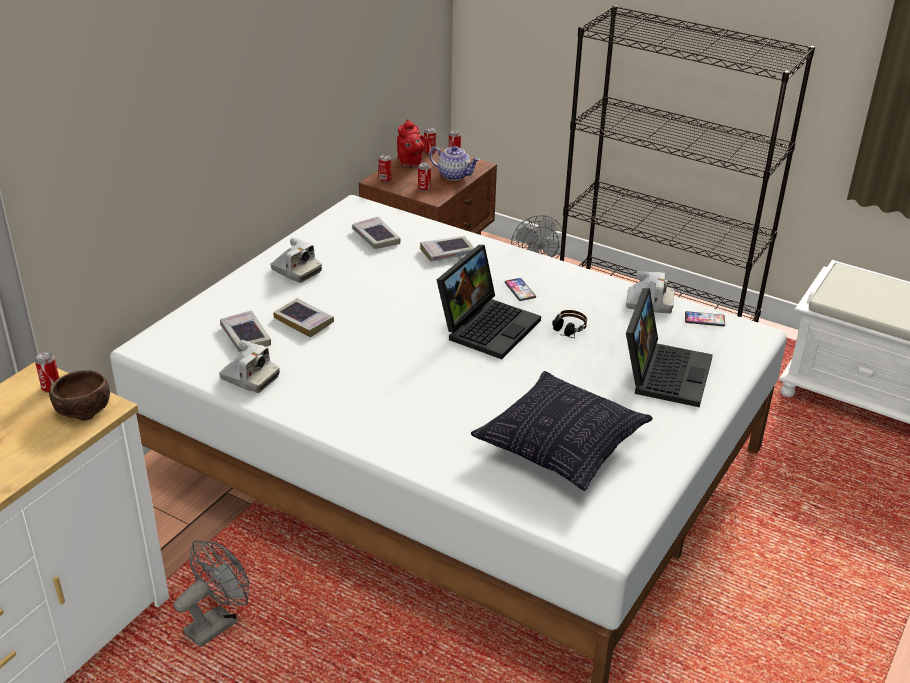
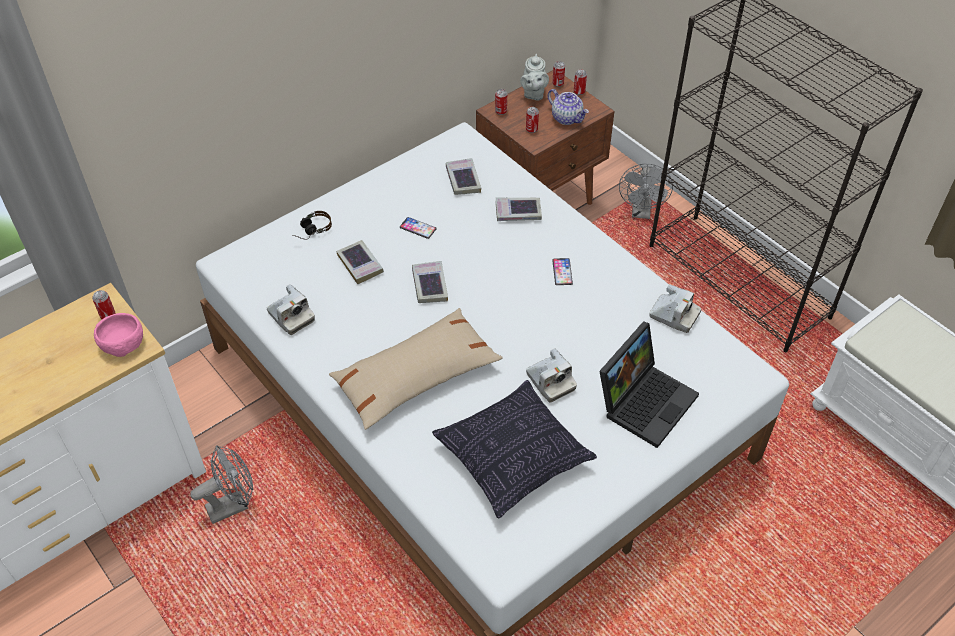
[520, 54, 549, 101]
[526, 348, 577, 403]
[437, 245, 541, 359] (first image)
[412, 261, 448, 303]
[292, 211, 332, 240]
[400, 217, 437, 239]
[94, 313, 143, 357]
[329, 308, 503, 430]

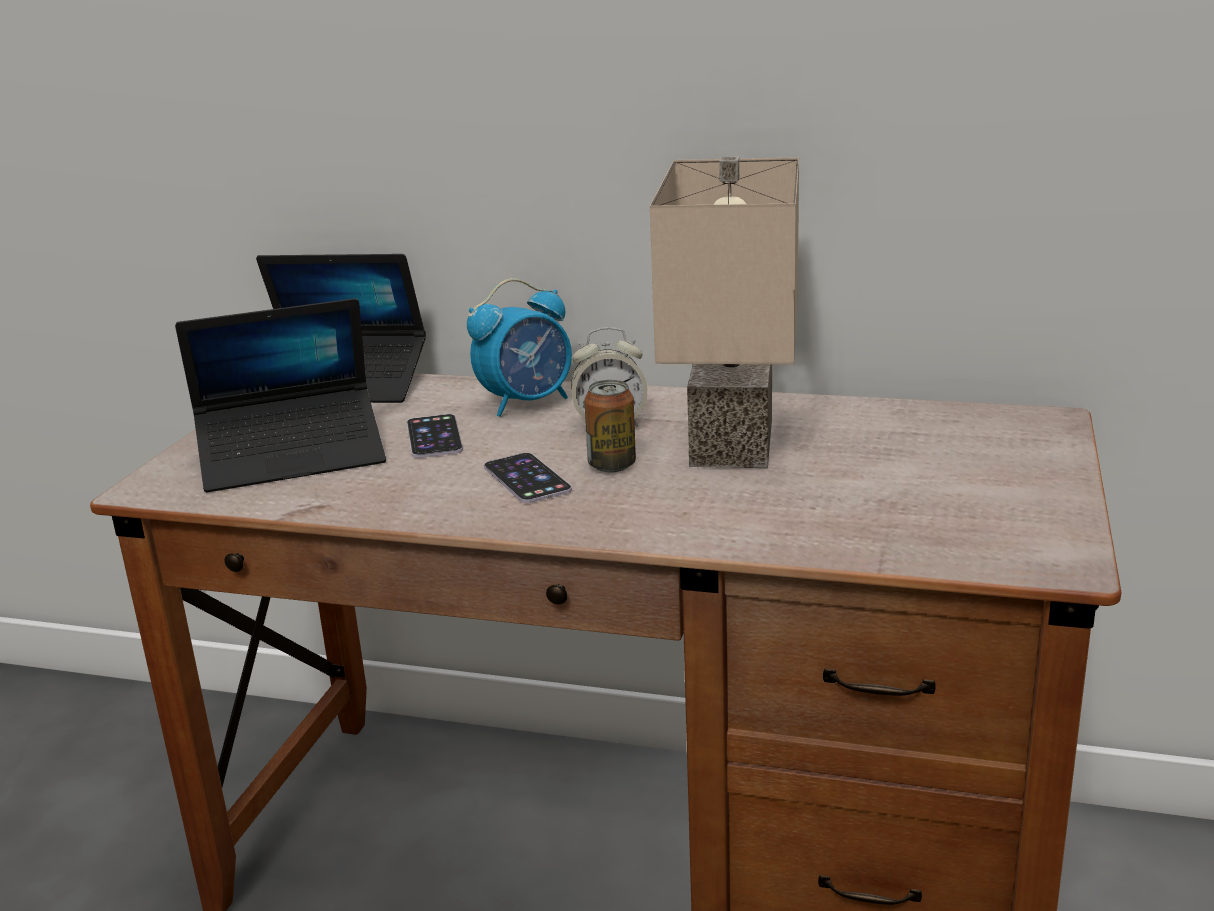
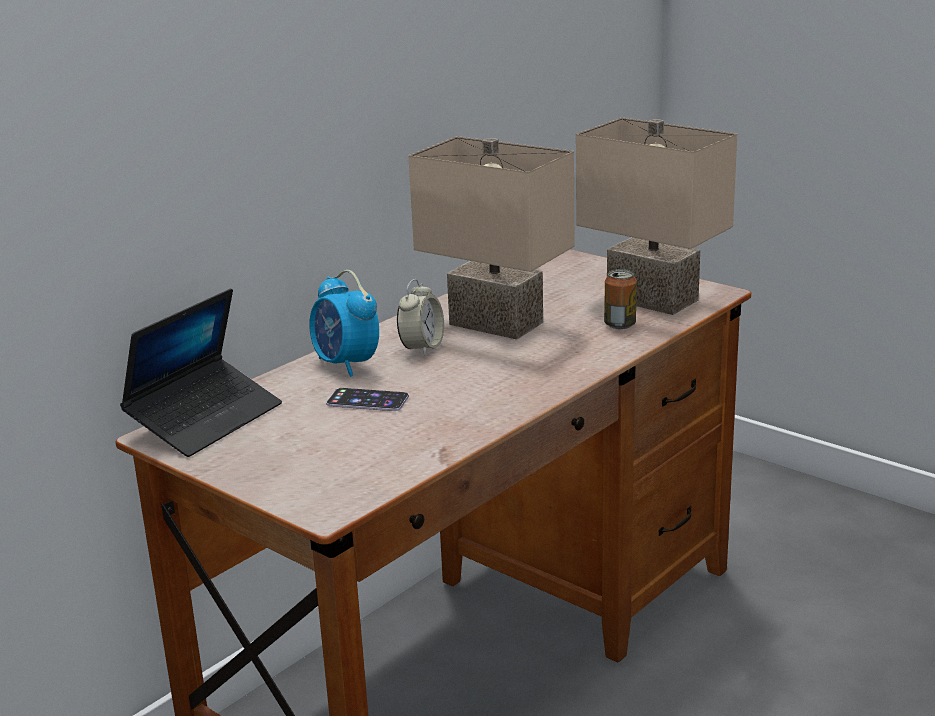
[309, 270, 379, 377]
[175, 298, 386, 492] (first image)
[604, 269, 637, 329]
[484, 453, 572, 503] (first image)
[576, 117, 737, 315]

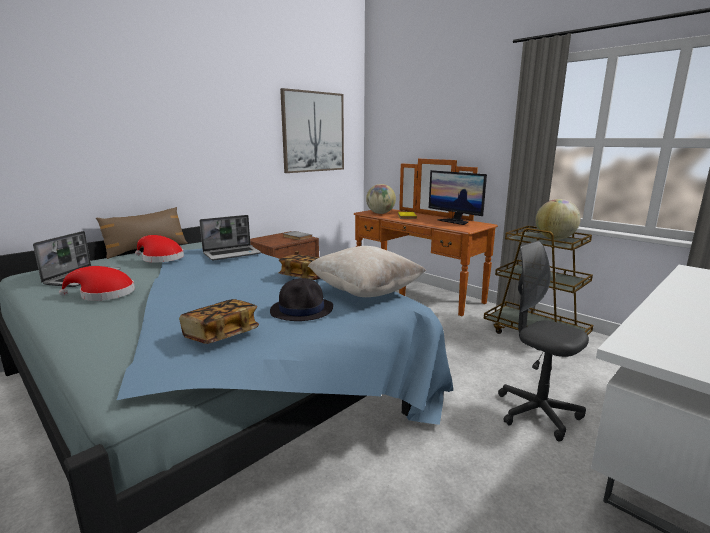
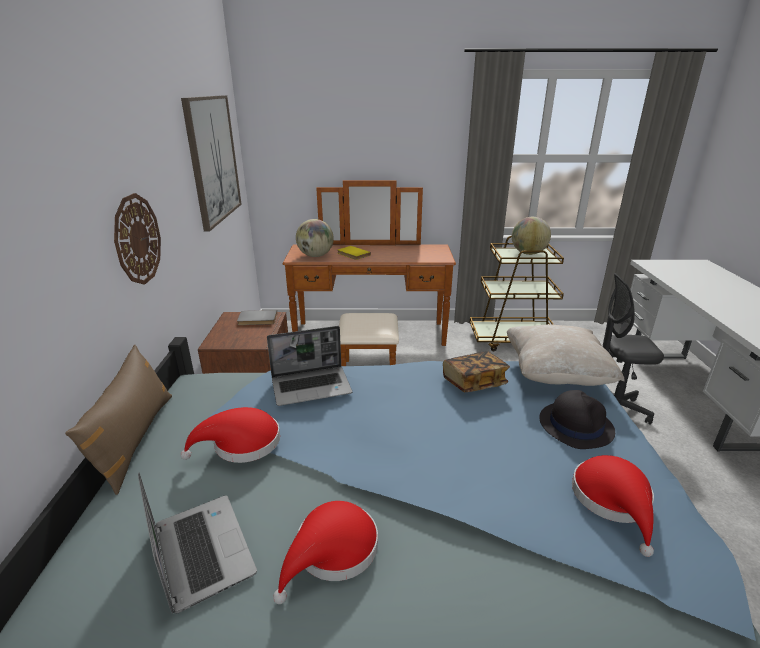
[429, 170, 487, 225] (first image)
[267, 326, 352, 406]
[572, 455, 654, 557]
[114, 193, 161, 285]

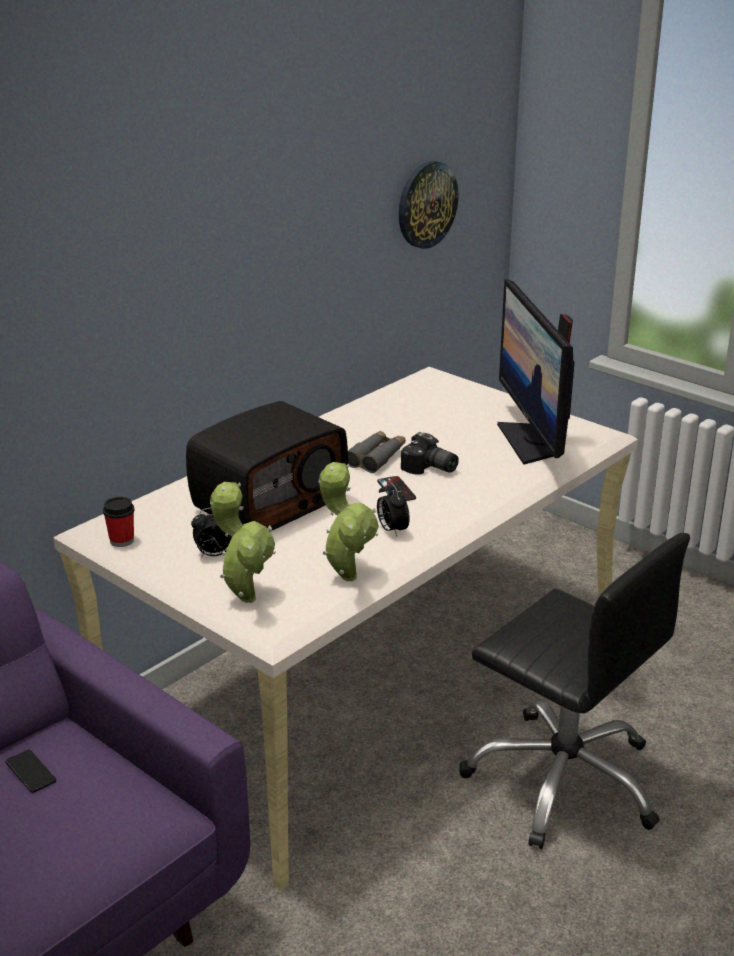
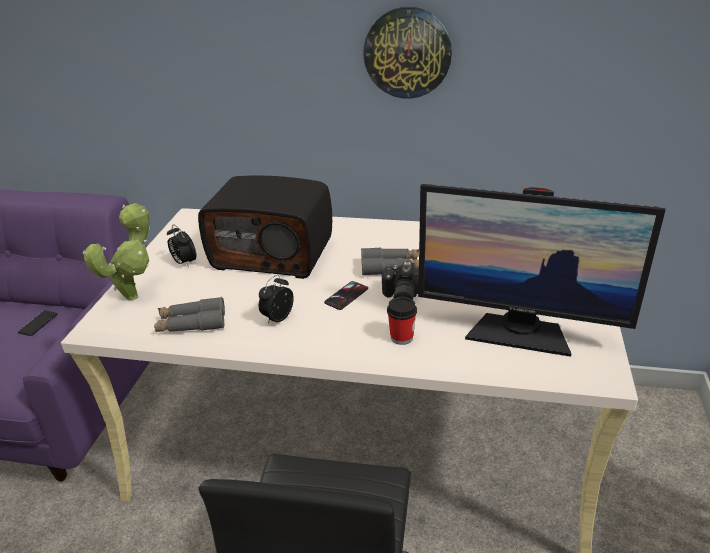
[363, 7, 452, 99]
[418, 184, 665, 357]
[154, 297, 225, 332]
[387, 297, 417, 345]

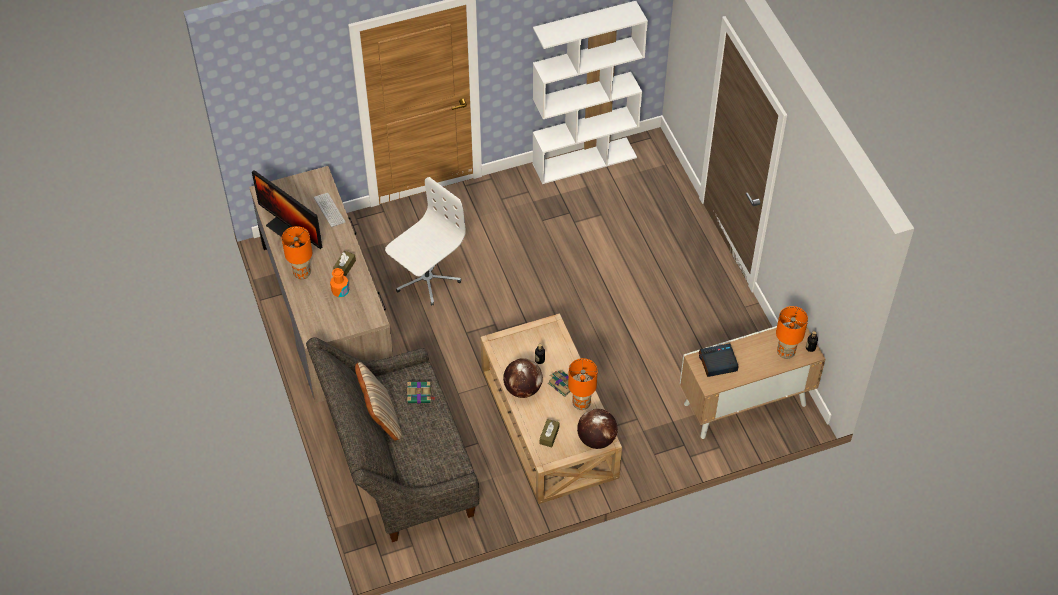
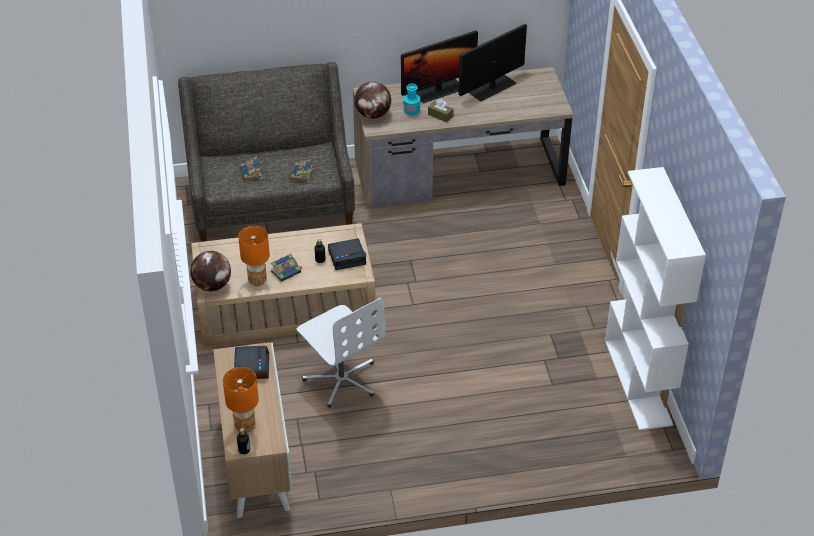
[297, 298, 386, 408]
[314, 193, 346, 227] (first image)
[401, 30, 478, 103]
[404, 83, 420, 116]
[354, 81, 391, 119]
[355, 362, 402, 441] (first image)
[540, 419, 559, 447] (first image)
[241, 156, 263, 183]
[328, 238, 366, 270]

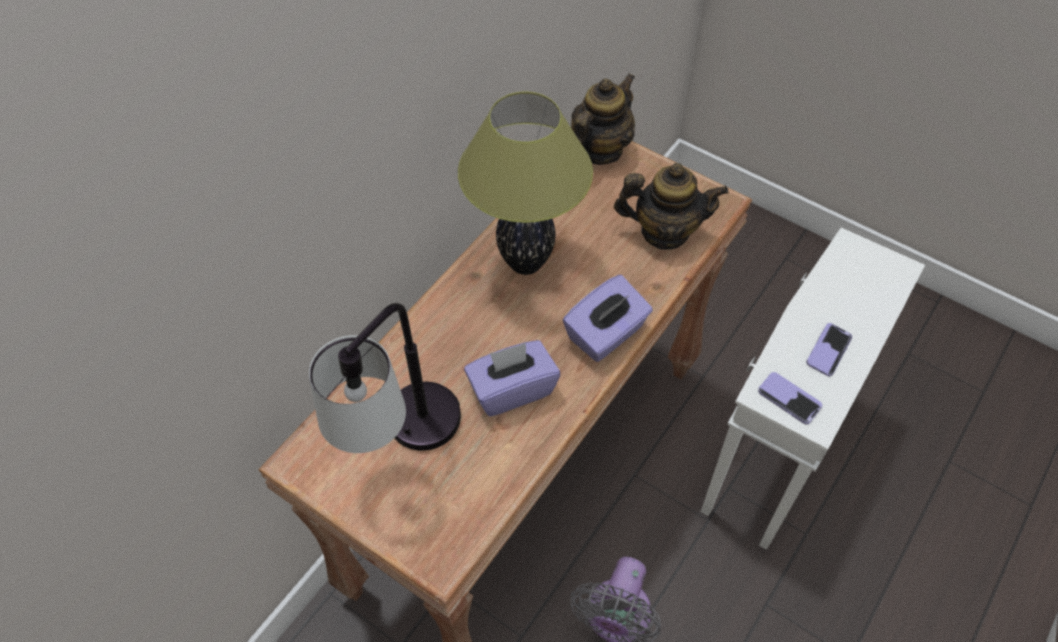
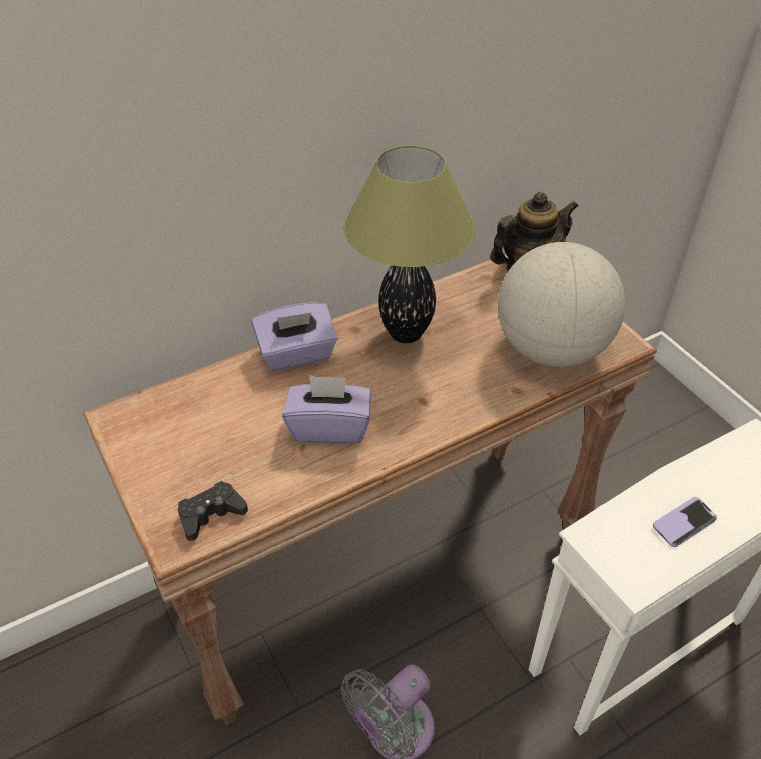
[498, 242, 625, 367]
[251, 302, 338, 371]
[309, 303, 461, 453] (first image)
[758, 372, 822, 424] (first image)
[178, 481, 248, 541]

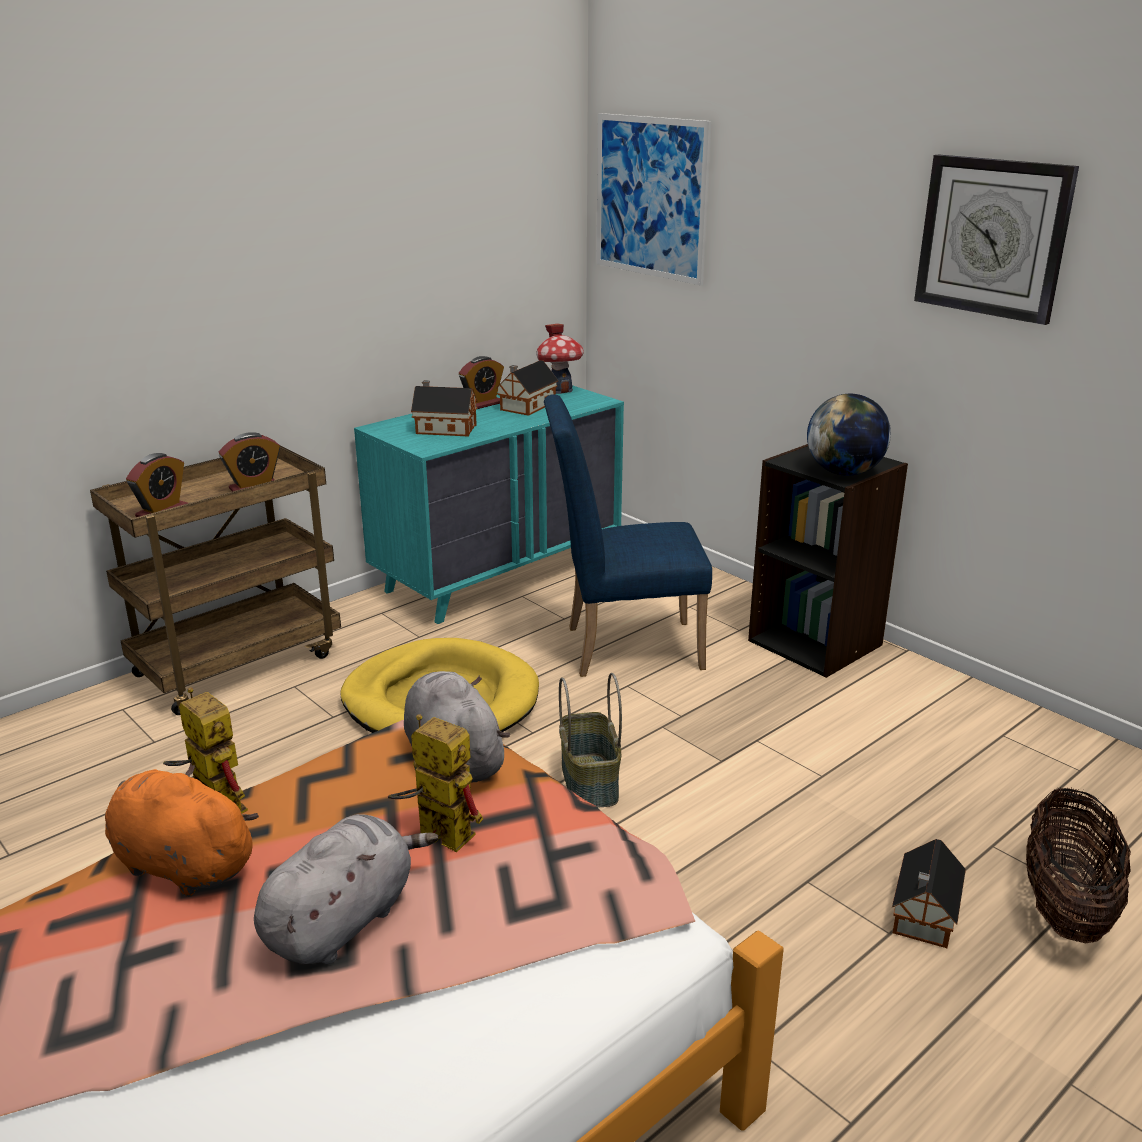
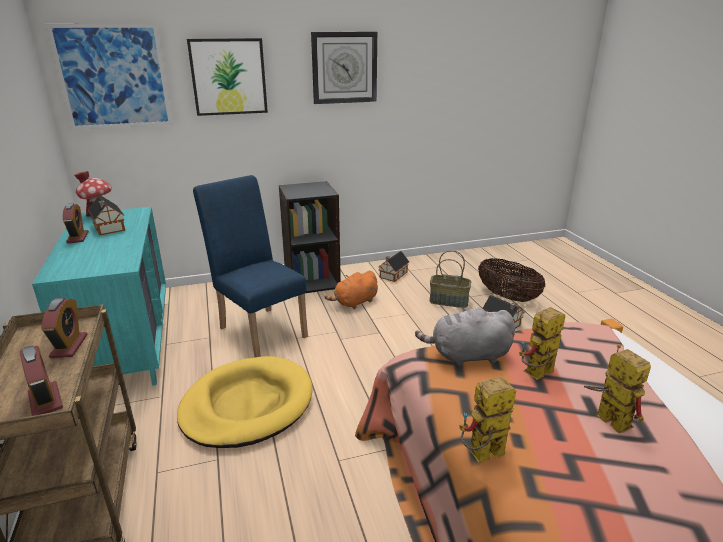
[379, 251, 409, 282]
[193, 175, 308, 357]
[807, 394, 891, 476] (first image)
[429, 250, 471, 308]
[325, 270, 378, 309]
[584, 344, 651, 434]
[187, 38, 268, 116]

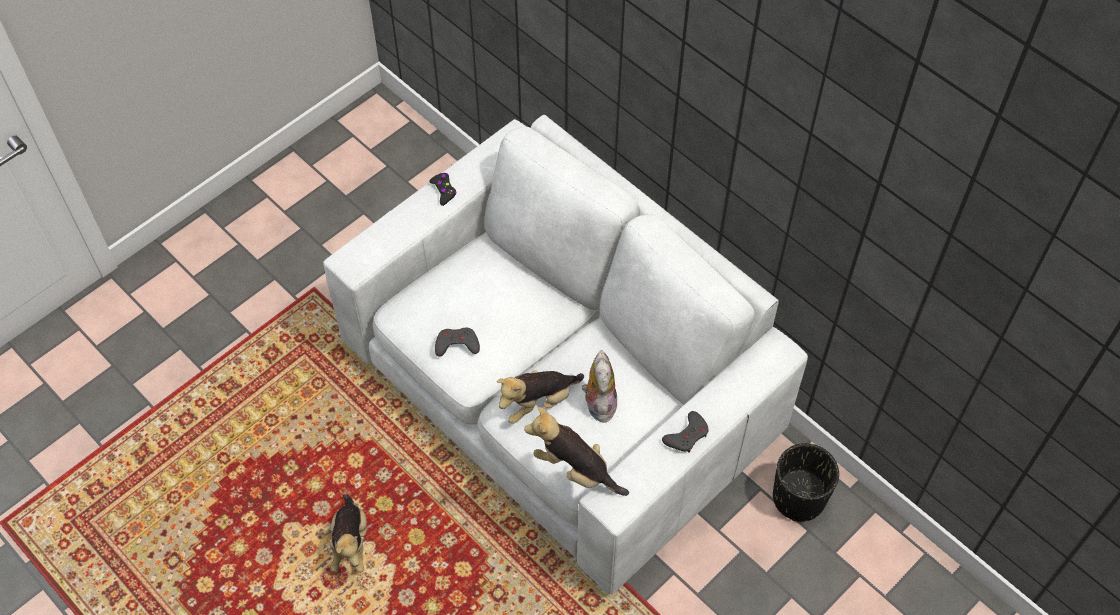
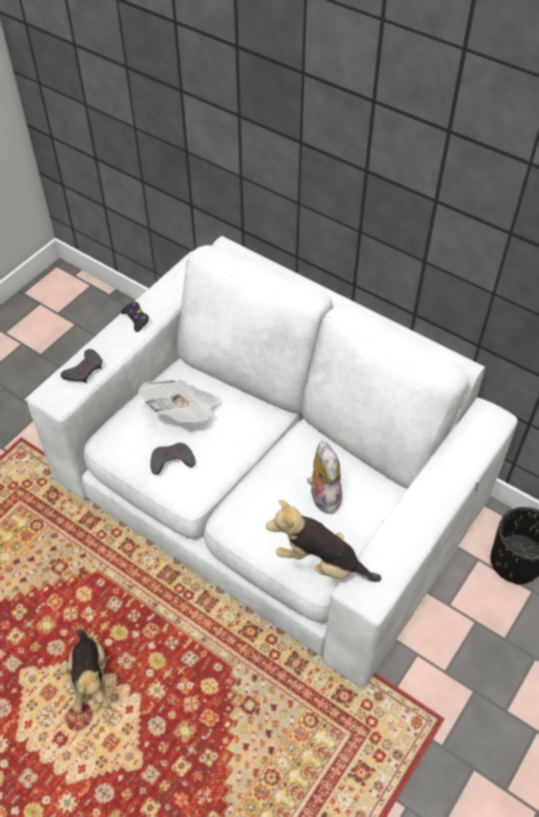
[497, 370, 584, 424] (first image)
[61, 349, 102, 383]
[138, 380, 221, 423]

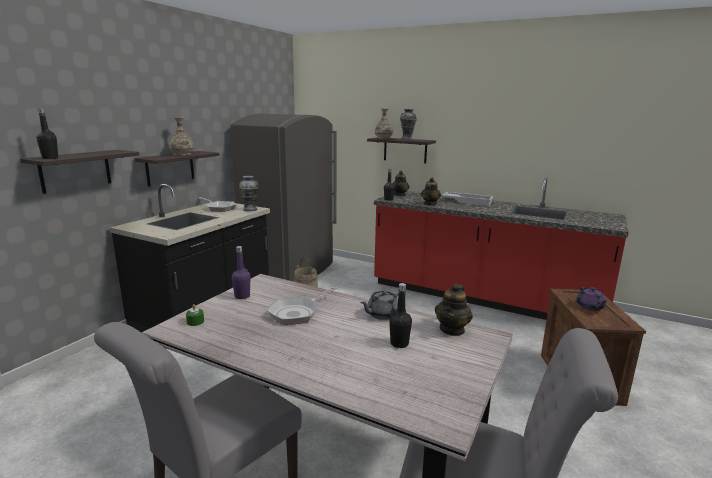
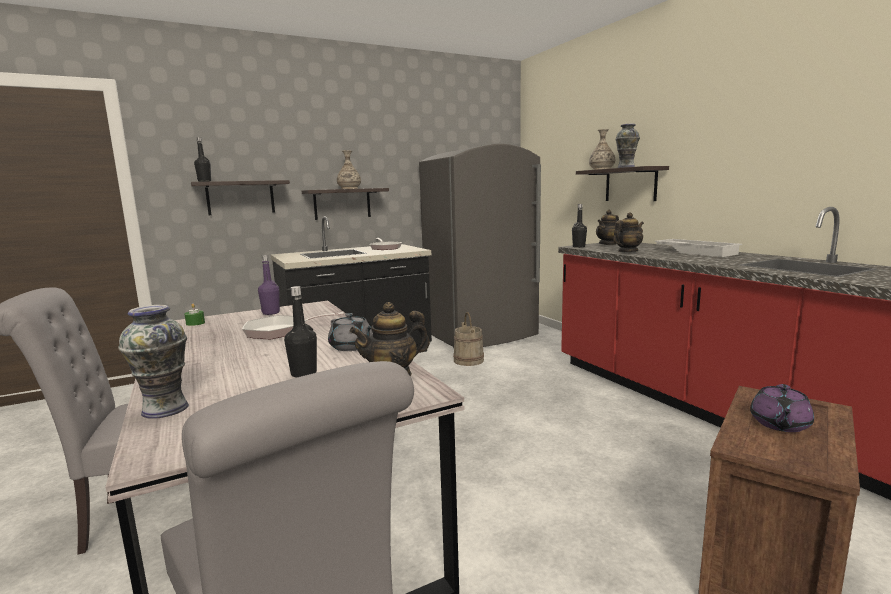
[118, 305, 189, 419]
[328, 313, 373, 351]

